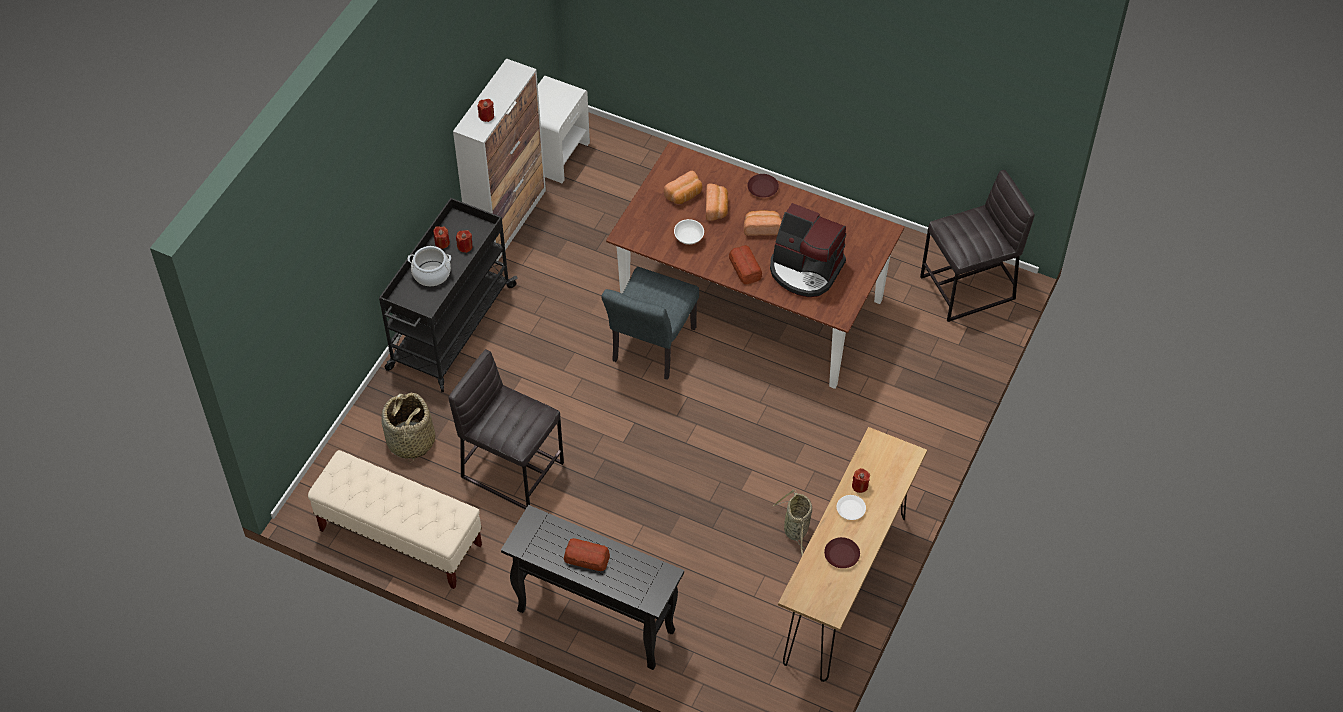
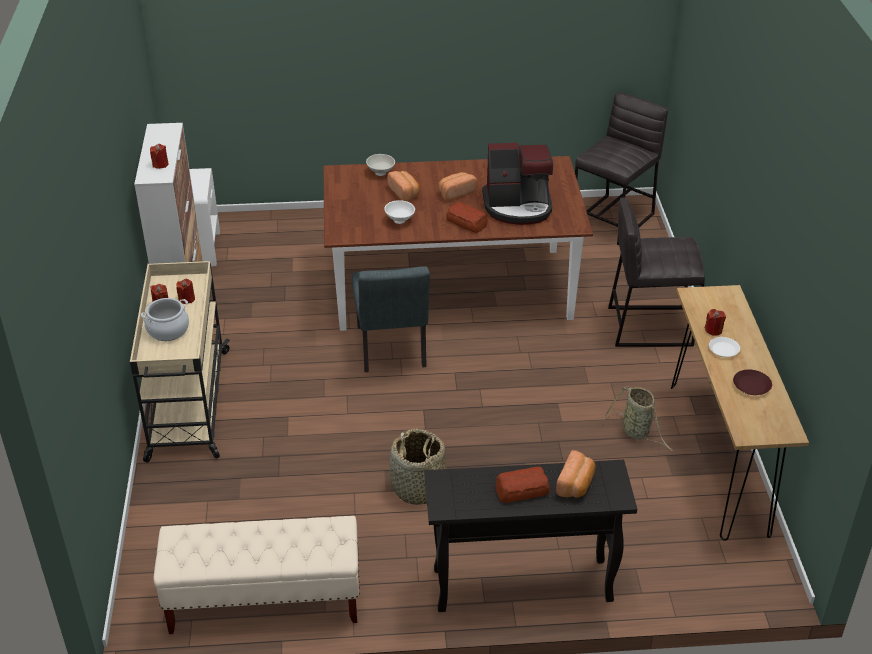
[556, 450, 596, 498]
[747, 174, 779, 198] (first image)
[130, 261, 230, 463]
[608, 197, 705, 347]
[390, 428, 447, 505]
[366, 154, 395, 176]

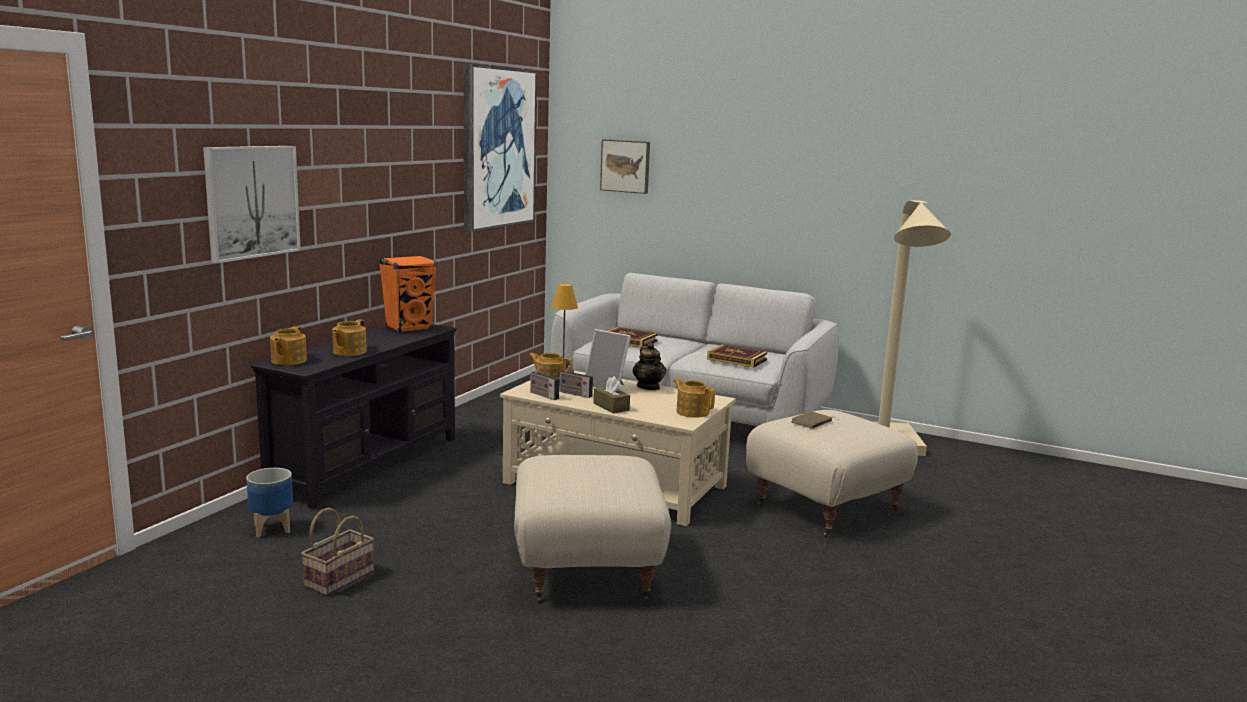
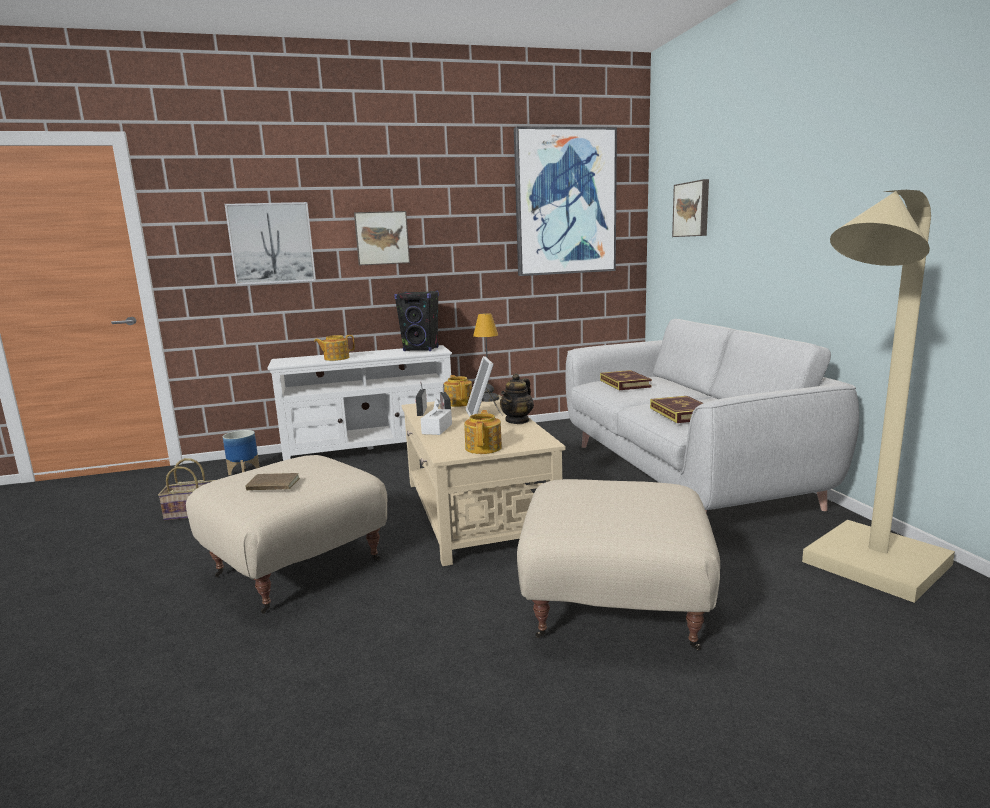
[394, 291, 439, 351]
[267, 345, 452, 461]
[270, 326, 307, 365] (first image)
[421, 399, 452, 435]
[245, 473, 300, 490]
[354, 211, 410, 266]

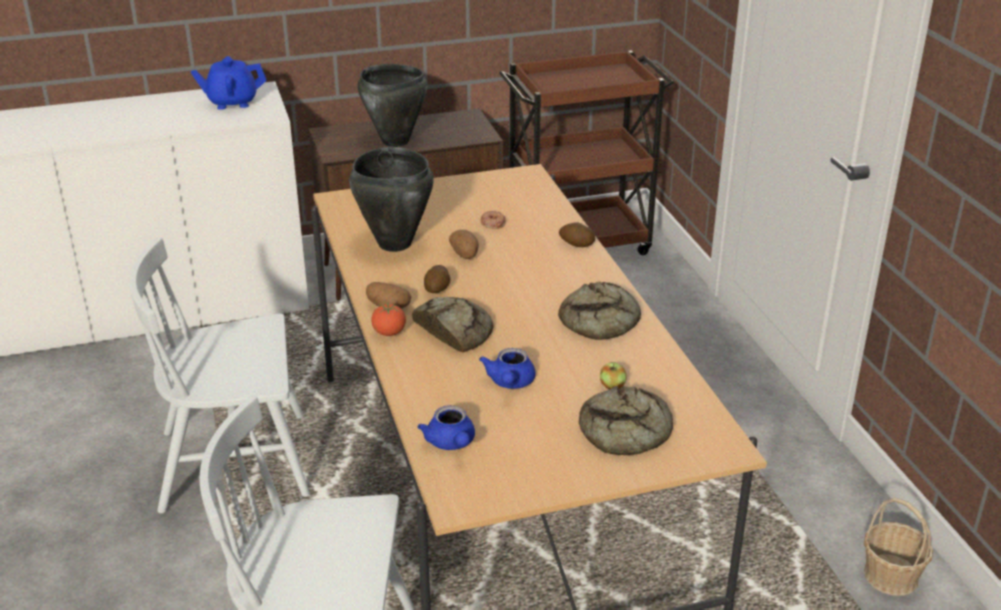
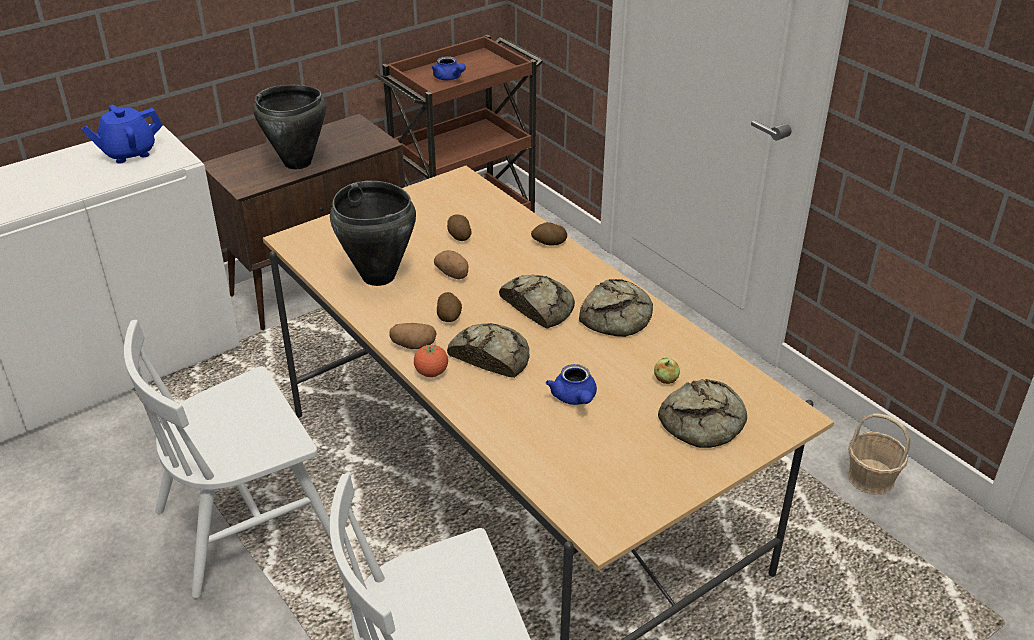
[447, 214, 472, 241]
[431, 56, 466, 80]
[499, 275, 575, 329]

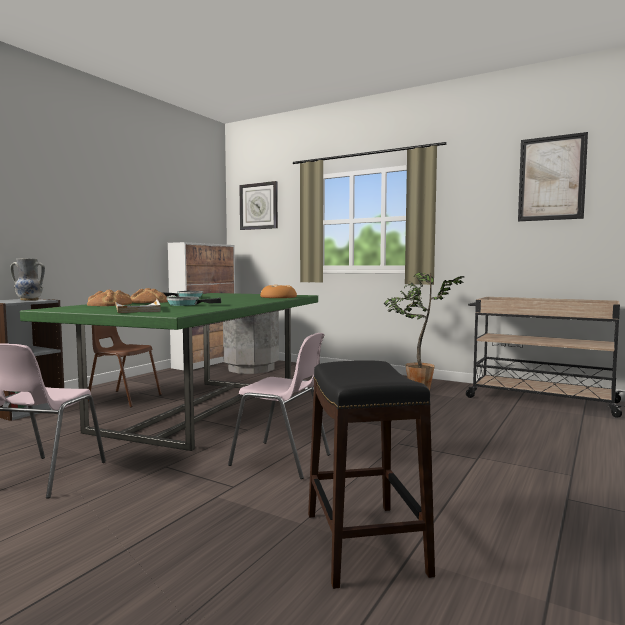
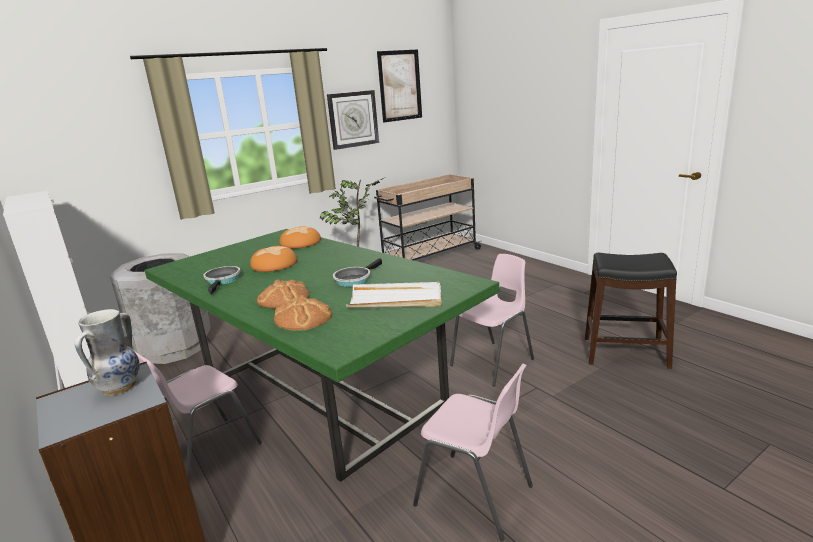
[327, 90, 379, 150]
[135, 351, 262, 483]
[250, 246, 297, 272]

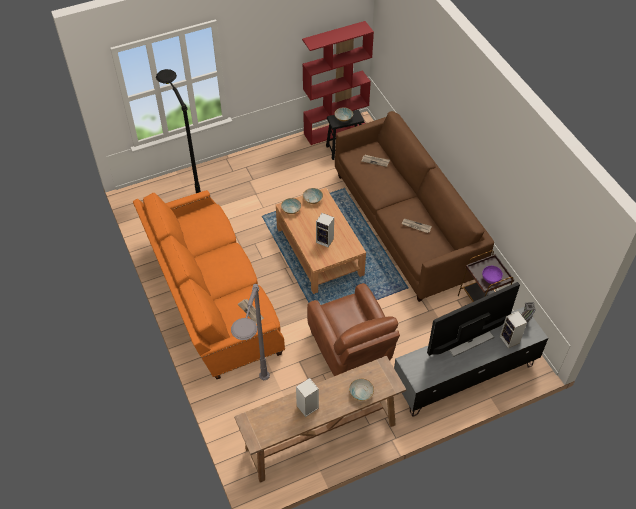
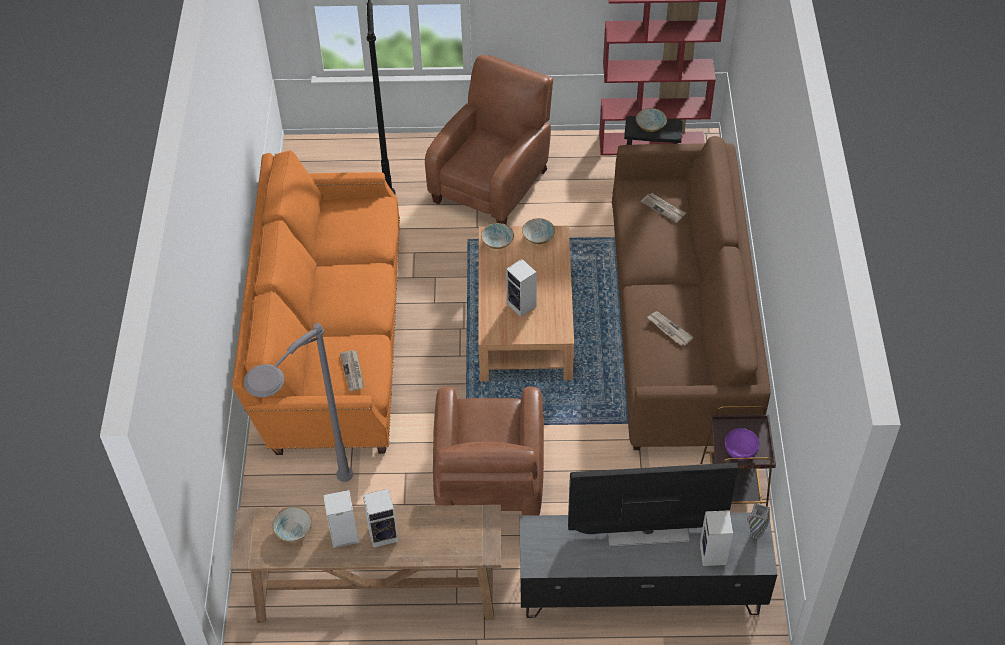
[272, 507, 312, 541]
[425, 55, 553, 225]
[363, 489, 398, 548]

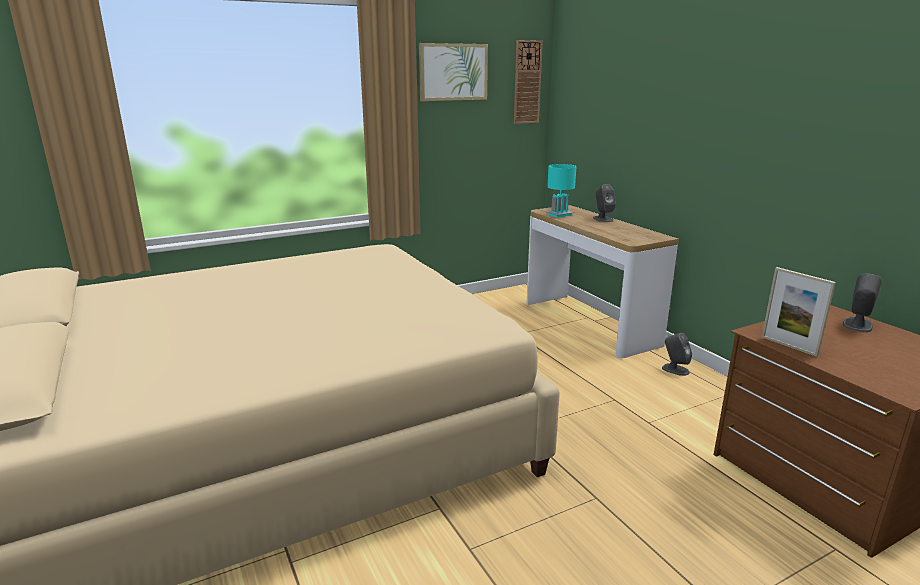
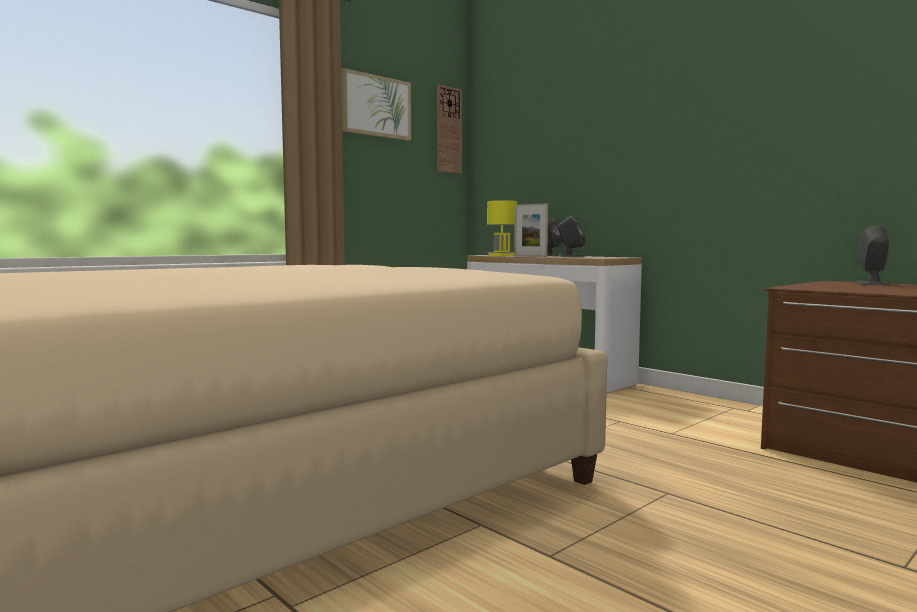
[486, 200, 517, 256]
[514, 203, 548, 257]
[558, 216, 585, 257]

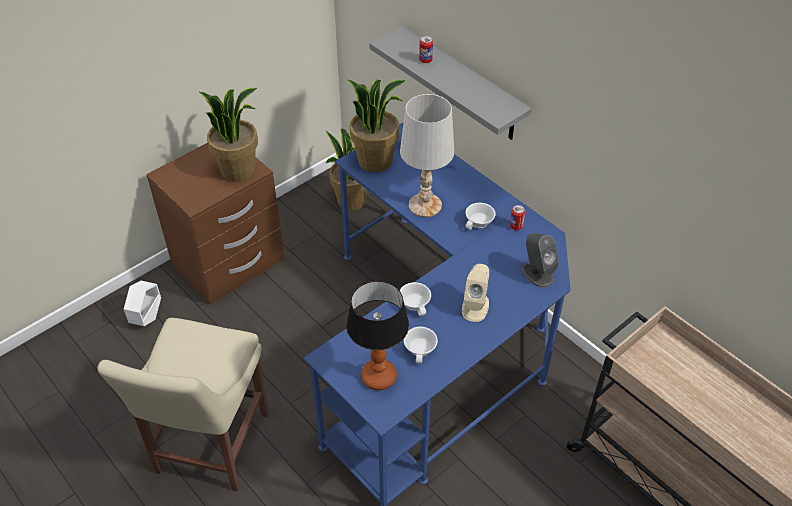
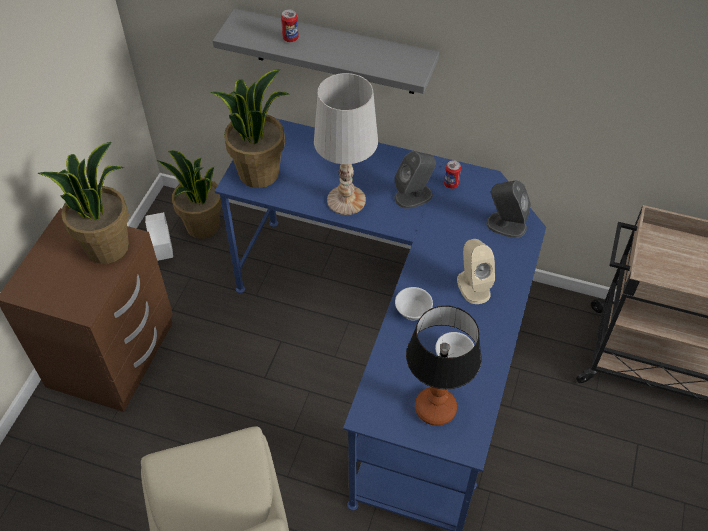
[394, 151, 436, 209]
[145, 212, 173, 261]

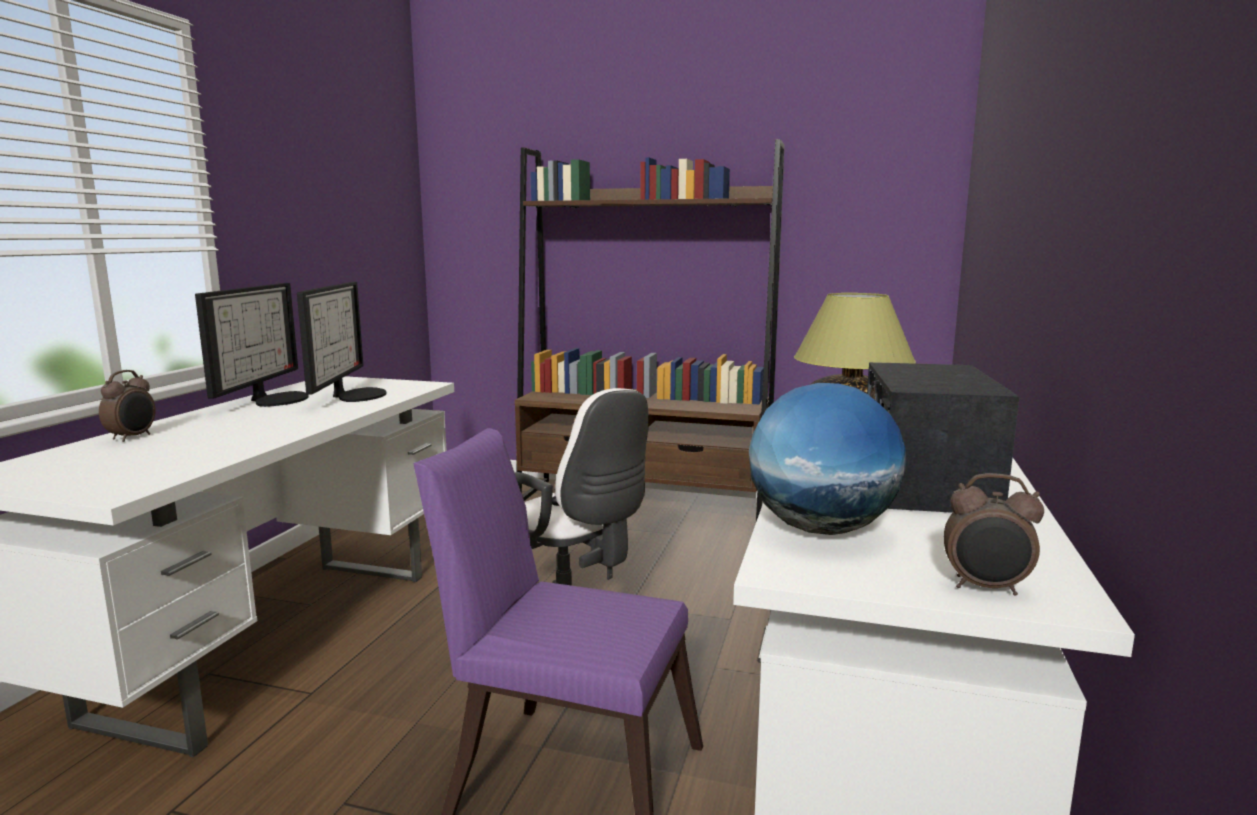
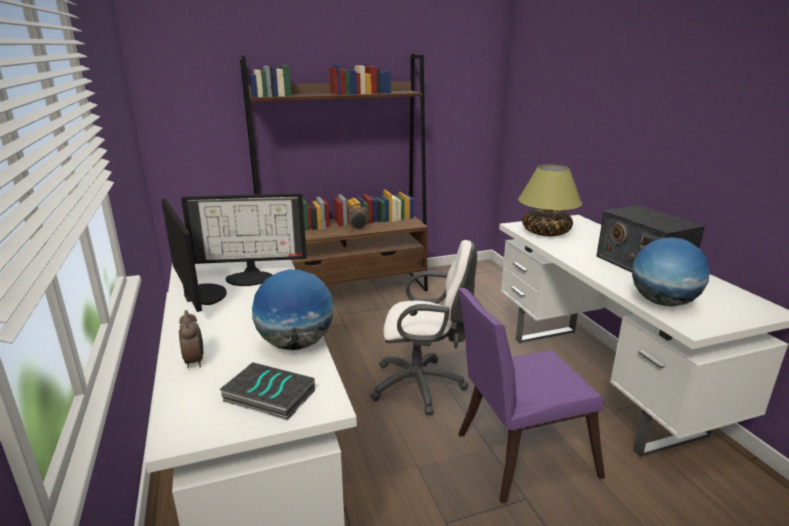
[181, 193, 307, 286]
[348, 204, 368, 231]
[252, 269, 334, 350]
[219, 362, 315, 421]

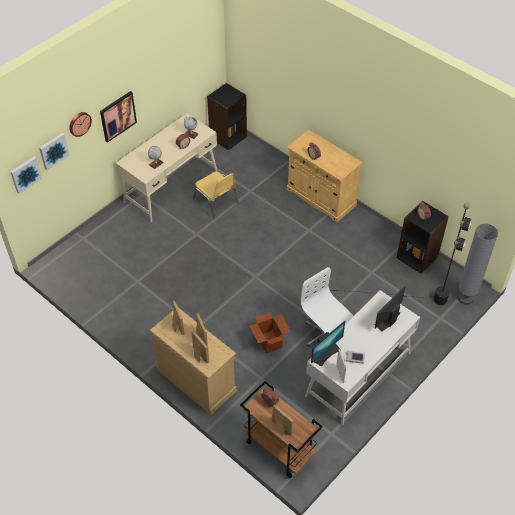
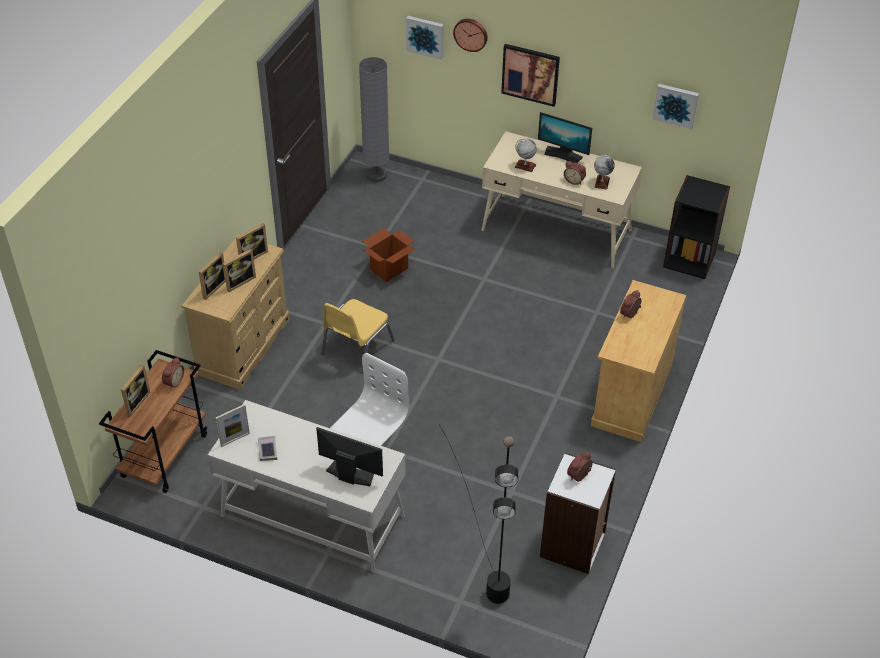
[652, 84, 699, 129]
[321, 299, 395, 374]
[540, 452, 616, 574]
[359, 57, 389, 182]
[362, 228, 415, 282]
[538, 112, 592, 163]

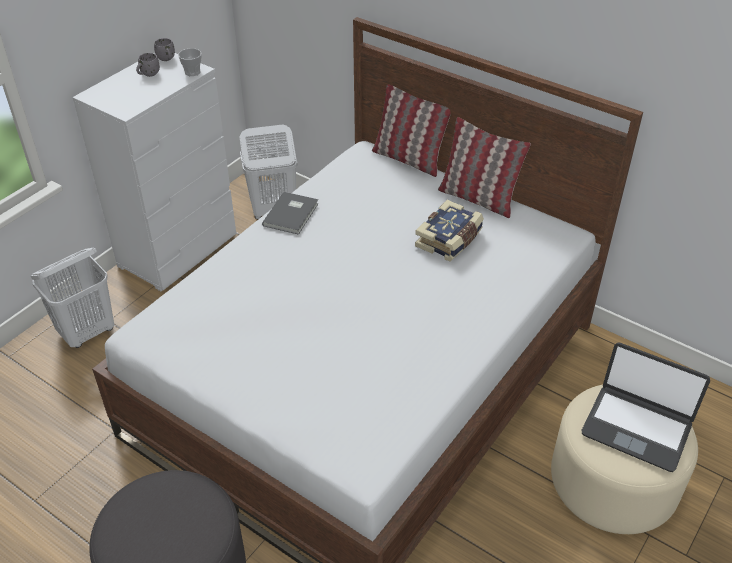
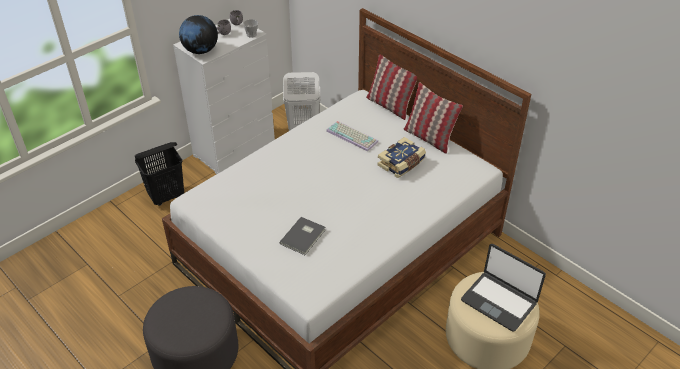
[280, 217, 326, 255]
[135, 142, 184, 206]
[179, 15, 218, 54]
[326, 121, 378, 152]

